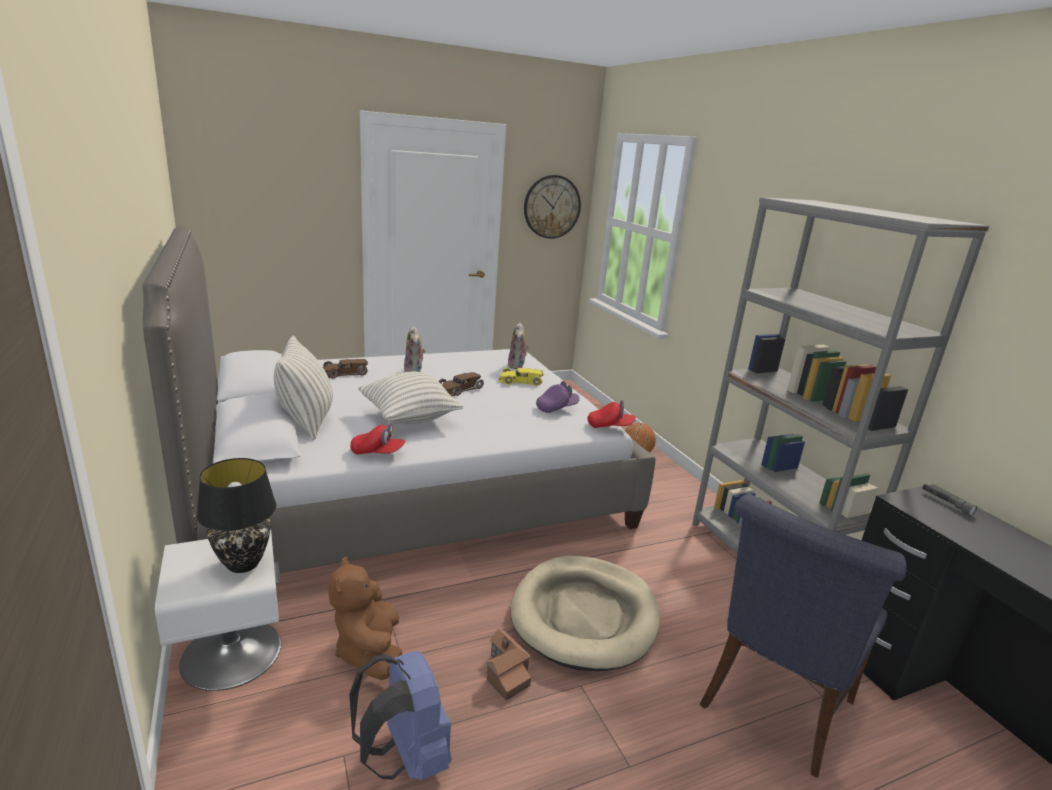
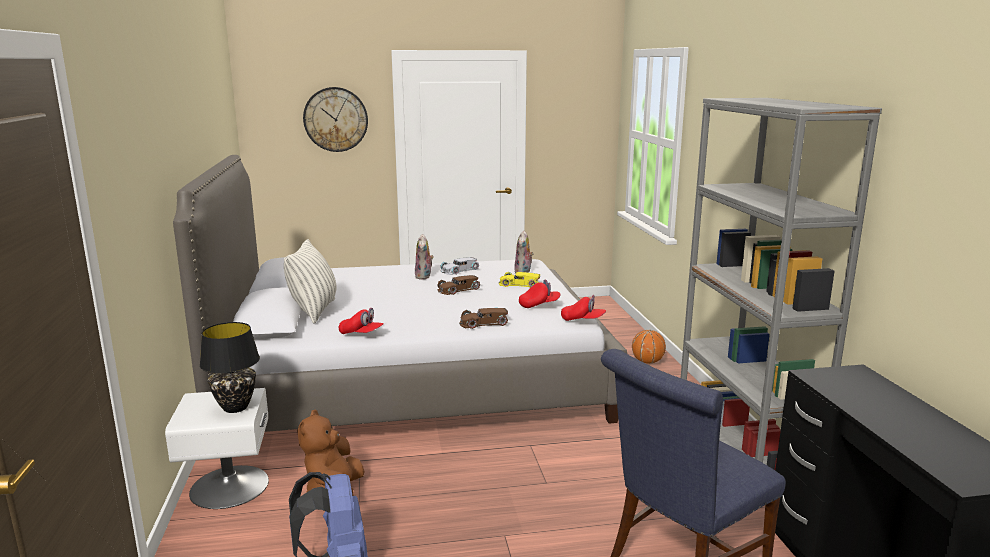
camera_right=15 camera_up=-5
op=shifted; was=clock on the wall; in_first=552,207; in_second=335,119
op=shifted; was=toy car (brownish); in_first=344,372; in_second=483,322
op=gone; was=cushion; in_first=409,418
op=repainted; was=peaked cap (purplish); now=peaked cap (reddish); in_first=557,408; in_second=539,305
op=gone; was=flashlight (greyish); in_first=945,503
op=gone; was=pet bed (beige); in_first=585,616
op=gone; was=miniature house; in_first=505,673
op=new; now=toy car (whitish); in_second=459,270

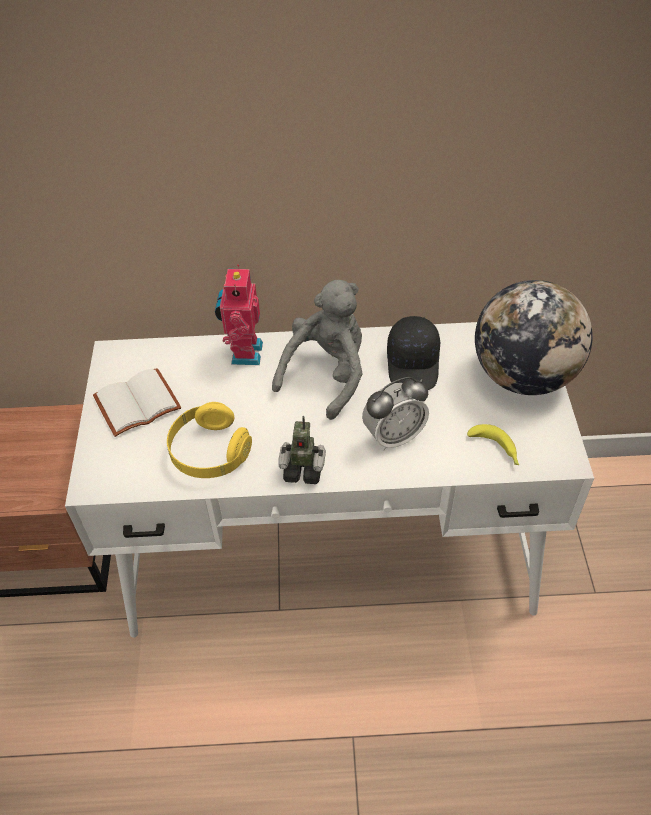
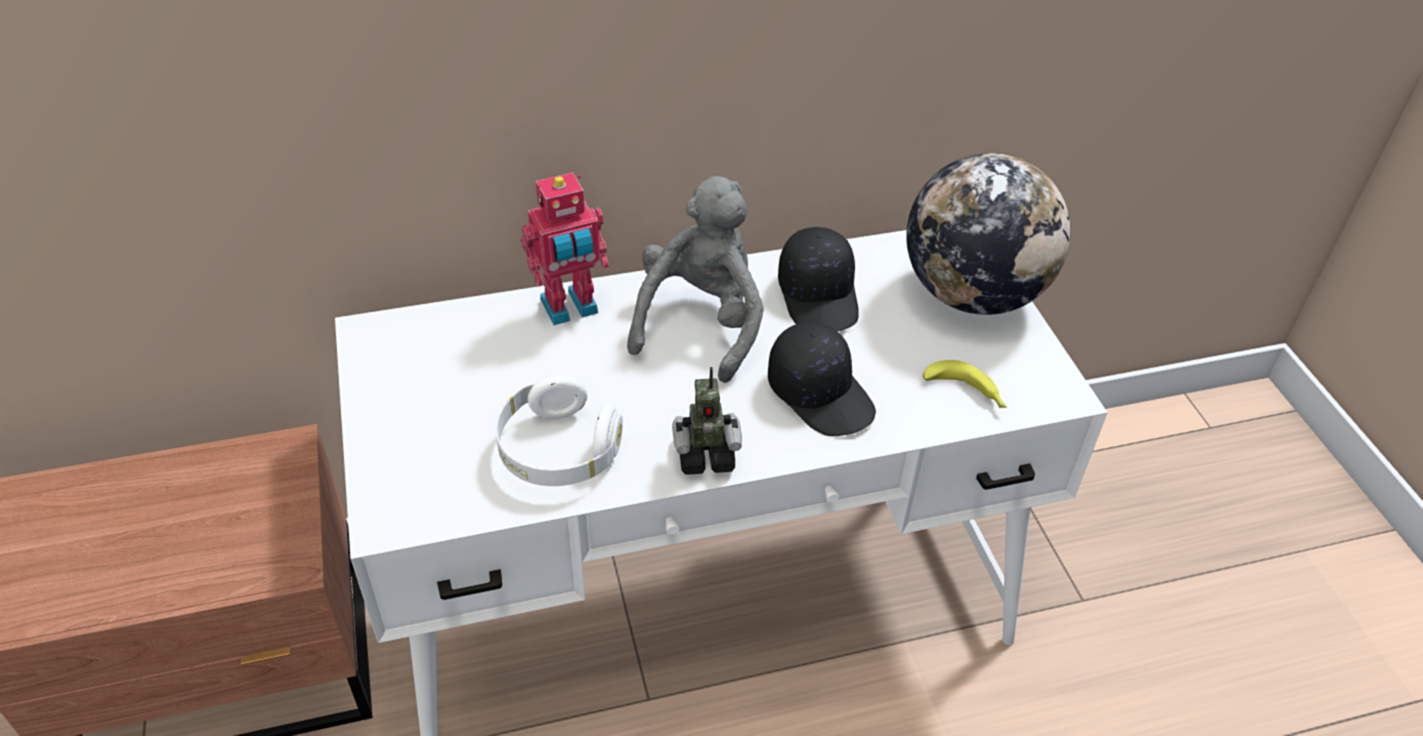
camera_right=-15 camera_up=-5
op=rotated; was=robot figure; in_first=244,353; in_second=570,308; clockwise=-105
op=gone; was=book (whitish); in_first=137,401
op=swapped; was=bedside clock; now=peaked cap (blackish); in_first=394,436; in_second=821,394
op=repainted; was=pair of headphones (yellow); now=pair of headphones (whitish); in_first=209,452; in_second=558,451

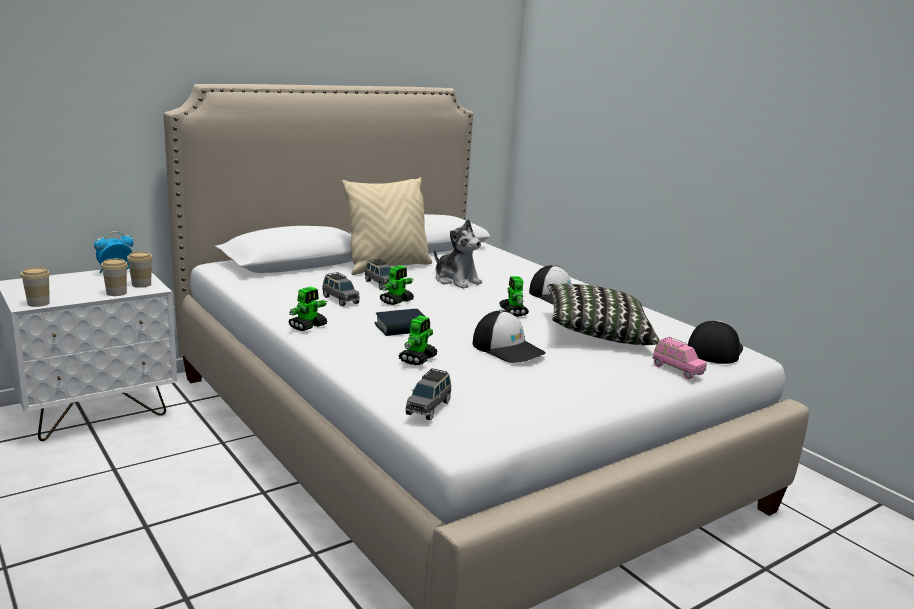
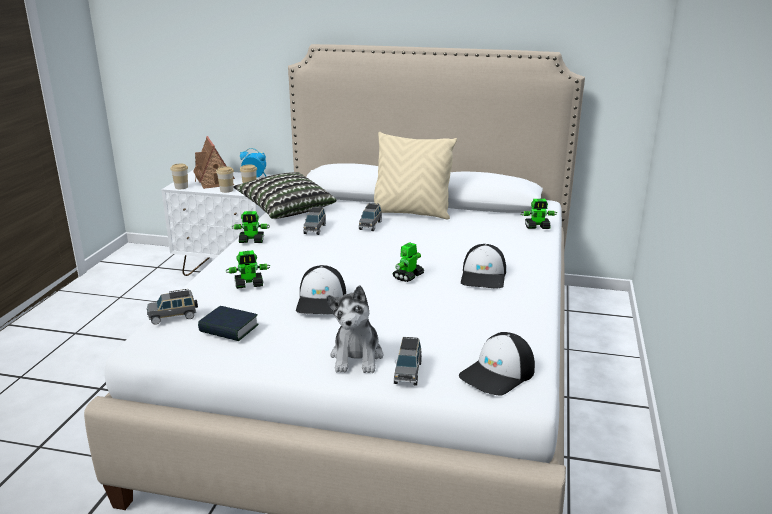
camera_right=50 camera_up=5
op=shifted; was=plush toy; in_first=456,280; in_second=357,357
op=shifted; was=robot figure; in_first=397,301; in_second=537,227
op=shifted; was=cushion; in_first=596,333; in_second=286,209
op=shifted; was=book; in_first=402,328; in_second=229,329
op=rotated; was=peaked cap; in_first=714,350; in_second=498,374; clockwise=150
op=repainted; was=toy car (pink); now=toy car (greyish); in_first=677,370; in_second=408,372
op=new; now=miniature house; in_second=214,180

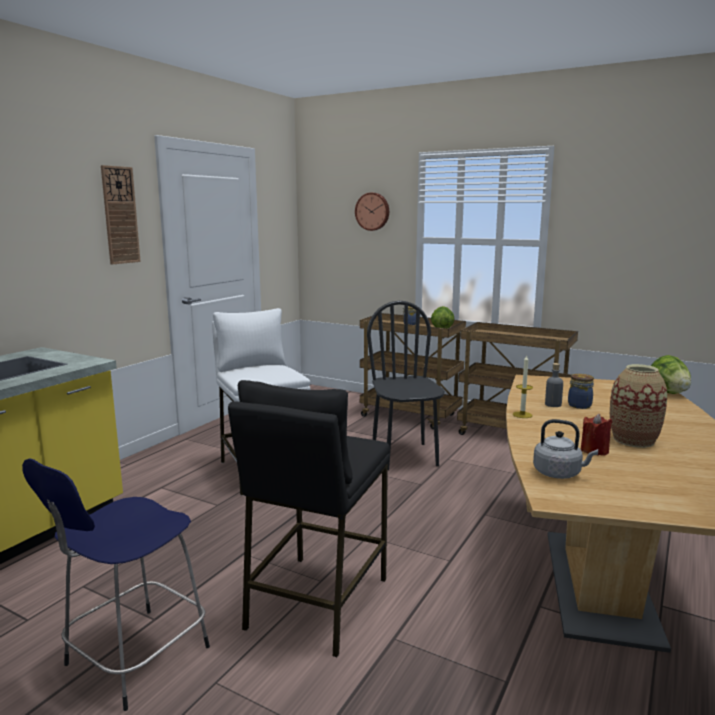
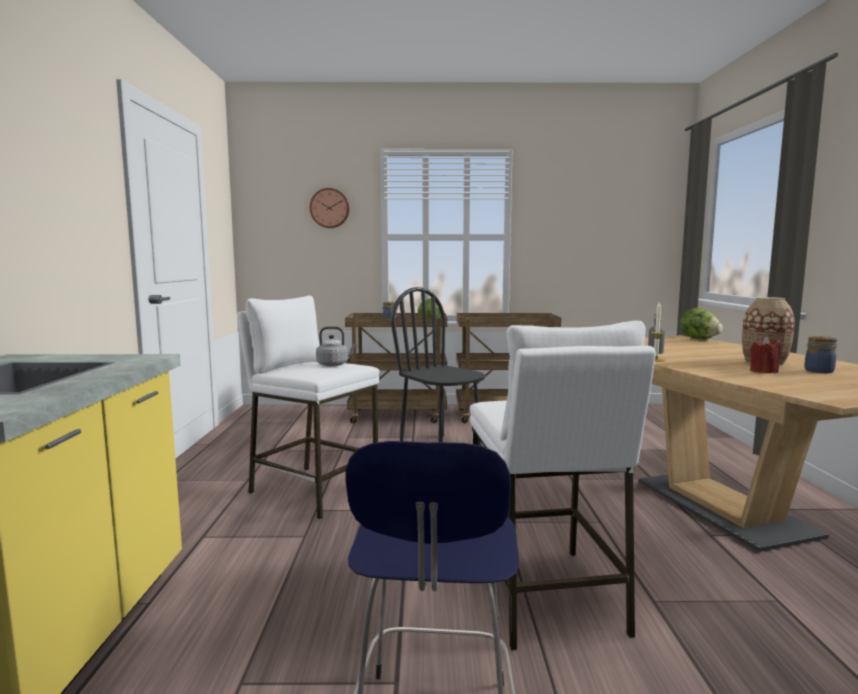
camera_right=-30 camera_up=-5
op=gone; was=clock on the wall; in_first=120,215
op=shifted; was=storage jar; in_first=579,405; in_second=817,371
op=repainted; was=stool (blackish); now=stool (whitish); in_first=316,602; in_second=544,595
op=shifted; was=water kettle (greyish); in_first=559,473; in_second=334,365

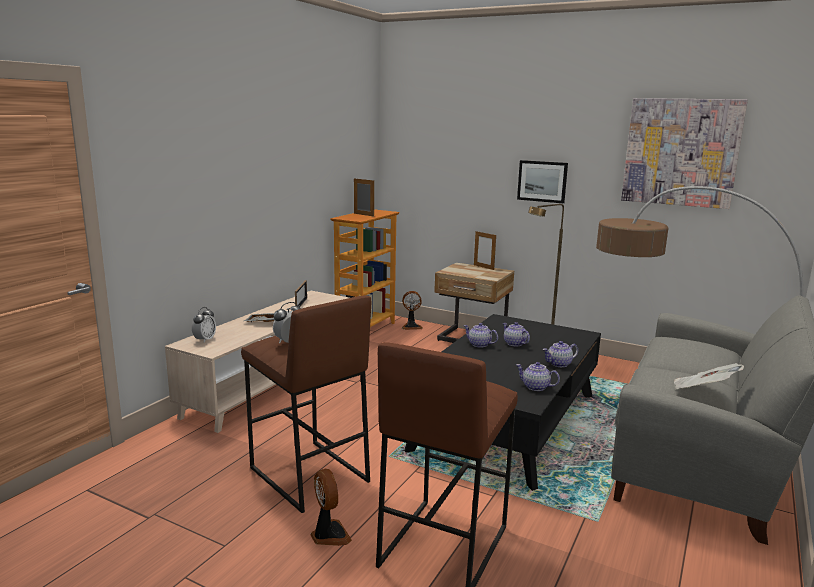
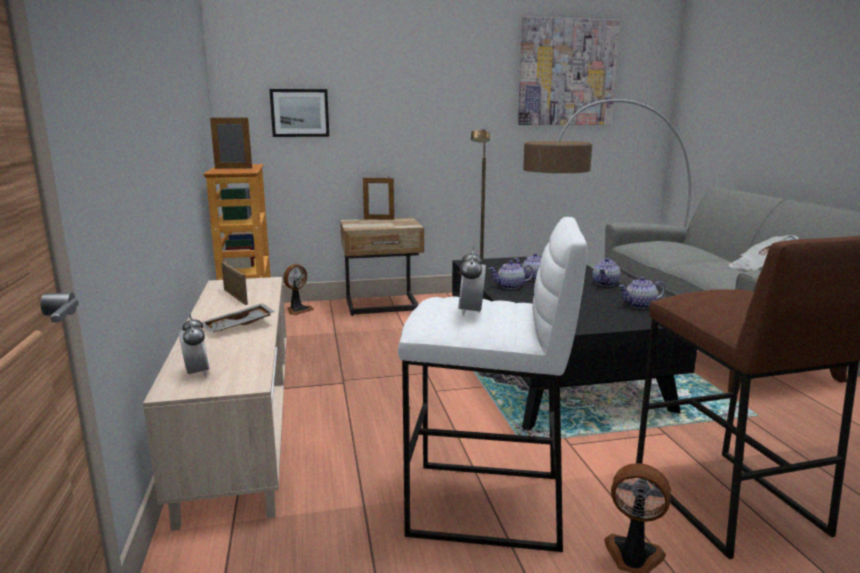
camera_right=-40 camera_up=0
op=shifted; was=wall picture; in_first=542,181; in_second=300,113
op=repainted; was=stool (brownish); now=stool (whitish); in_first=308,475; in_second=485,505

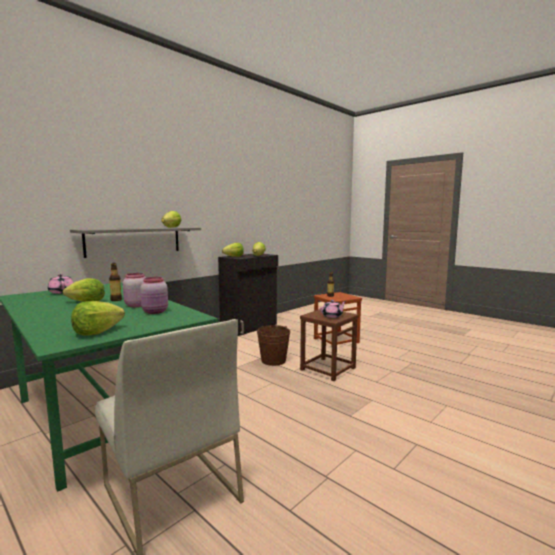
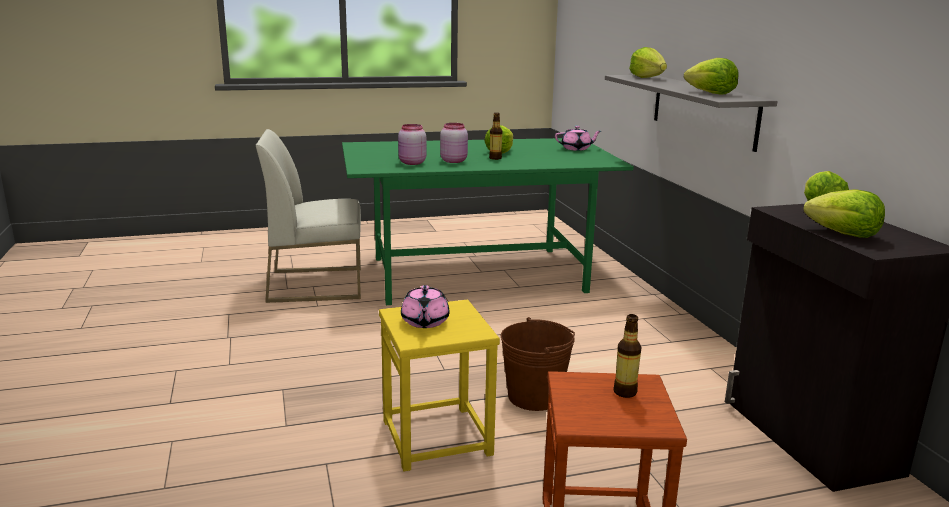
camera_right=120 camera_up=10
op=shifted; was=head of lettuce; in_first=97,332; in_second=647,78
op=repainted; was=stool (brownish); now=stool (yellow); in_first=327,368; in_second=437,437

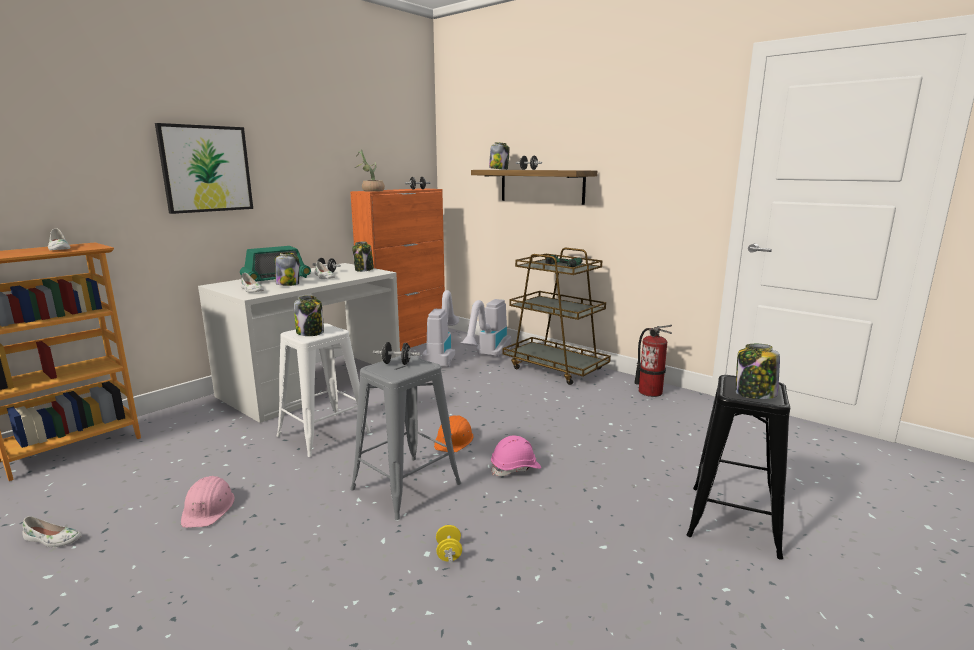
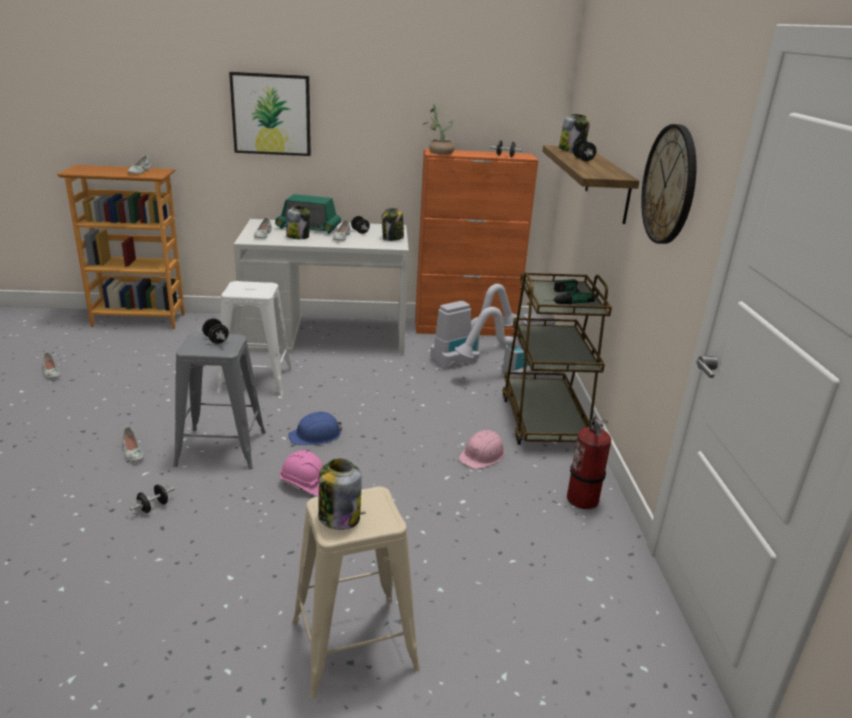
camera_right=45 camera_up=10
op=gone; was=storage jar; in_first=310,332
op=repainted; was=stool (blackish); now=stool (beige); in_first=733,520; in_second=354,645
op=repainted; was=safety helmet (orange); now=safety helmet (blue-coloured); in_first=454,440; in_second=316,435
op=shifted; was=safety helmet (pink); in_first=208,508; in_second=482,455
op=repainted; was=dumbbell (yellow); now=dumbbell (blackish); in_first=449,553; in_second=153,507
op=new; now=clock on the wall; in_second=669,185
op=new; now=item of footwear (whitish); in_second=132,452

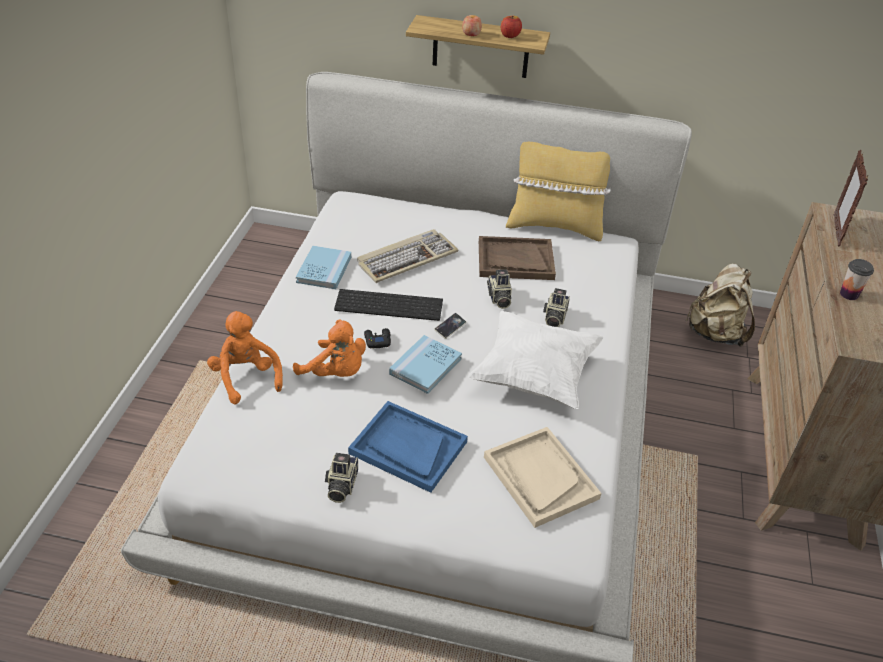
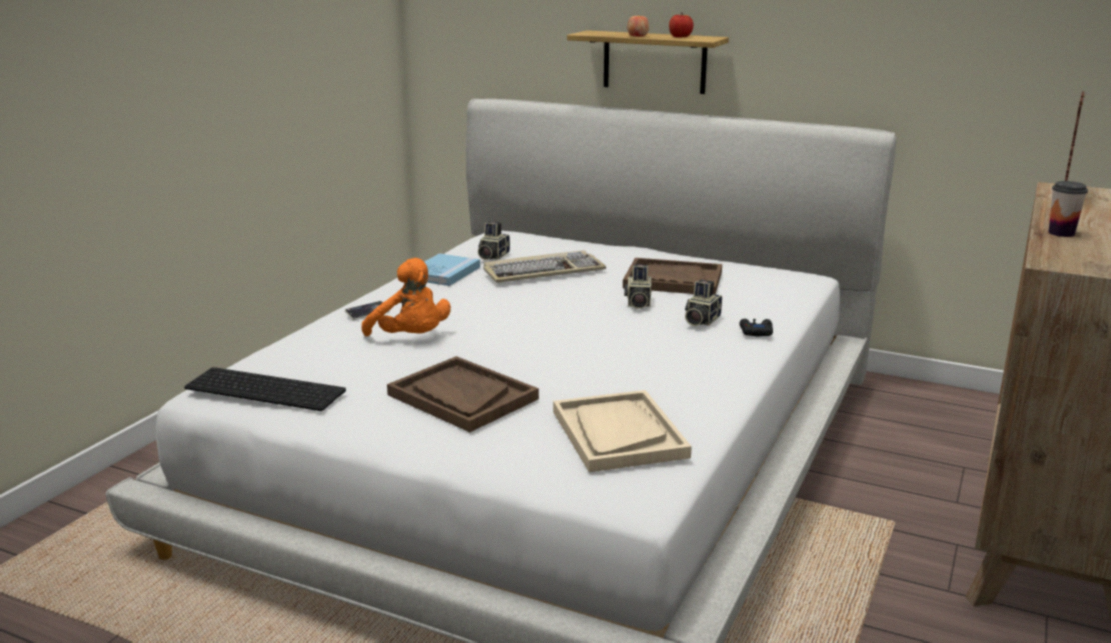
camera_right=15 camera_up=-20
op=gone; was=cushion (yellow); in_first=554,226
op=gone; was=rucksack (beige); in_first=715,333
op=shifted; was=computer keyboard; in_first=390,304; in_second=268,389
op=gone; was=plush toy (orange); in_first=246,377
op=gone; was=cushion (whitish); in_first=534,375
op=shifted; was=telephone; in_first=450,327; in_second=367,313
op=shifted; was=gamepad (blackish); in_first=377,340; in_second=755,332
op=gone; was=book (blue-coloured); in_first=425,366
op=repainted; was=carrying tray (blue-coloured); now=carrying tray (brownish); in_first=407,448; in_second=462,397
op=shifted; was=still camera; in_first=341,485; in_second=492,256

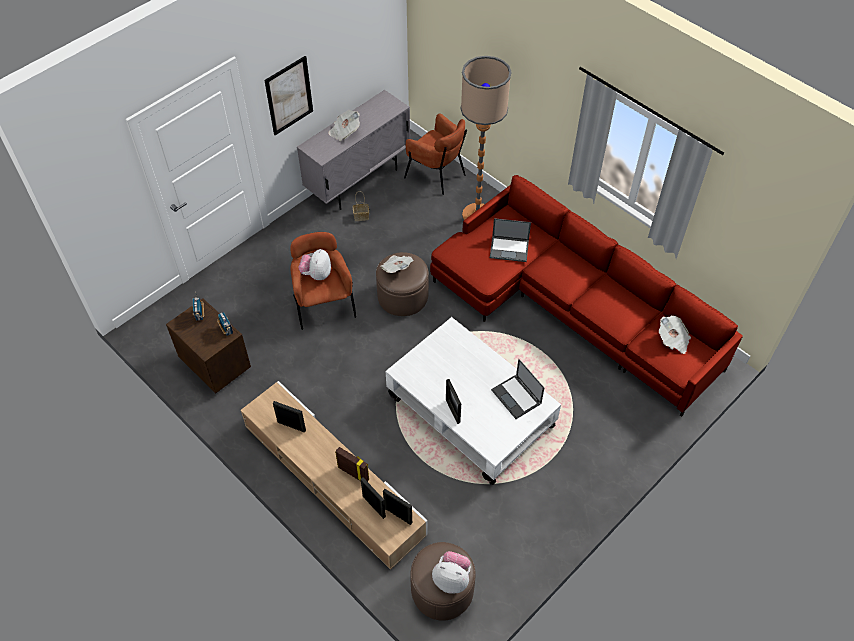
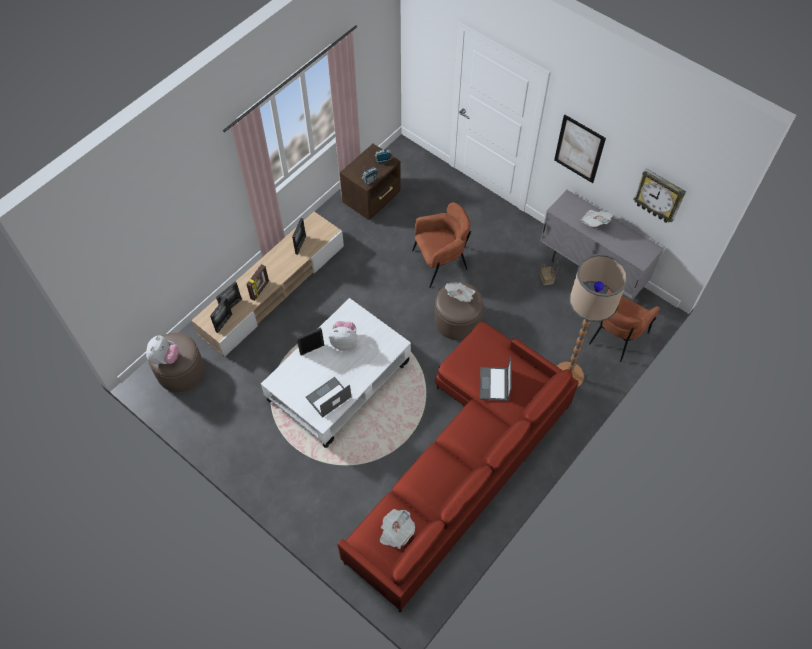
camera_right=85 camera_up=5
op=shifted; was=plush toy; in_first=316,274; in_second=344,341
op=new; now=clock on the wall; in_second=659,196

